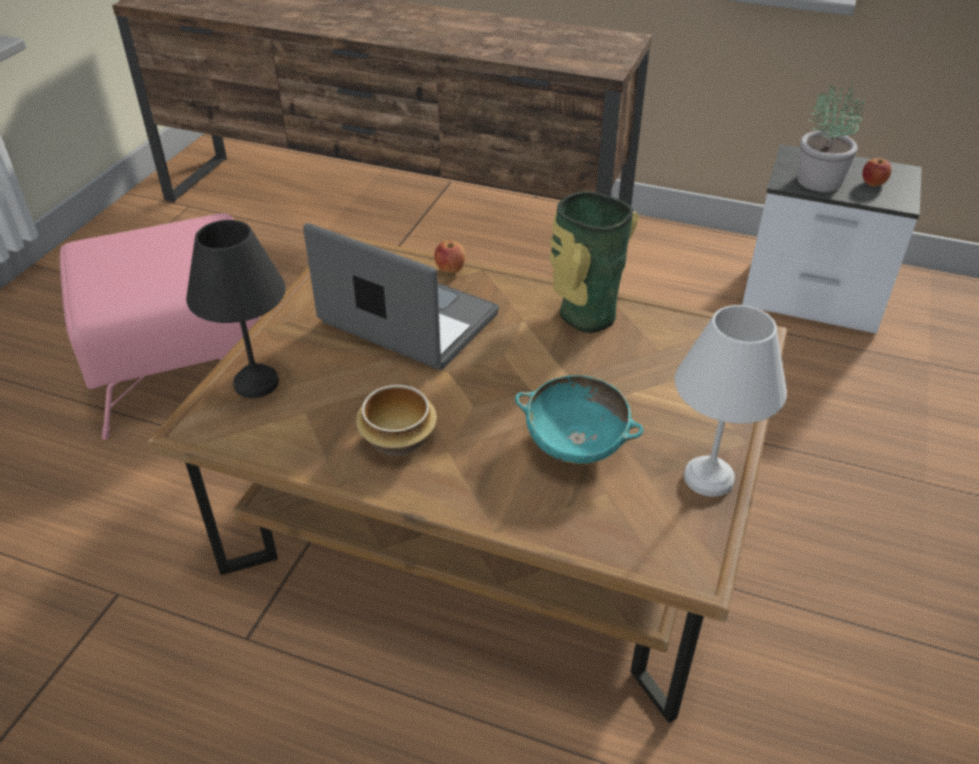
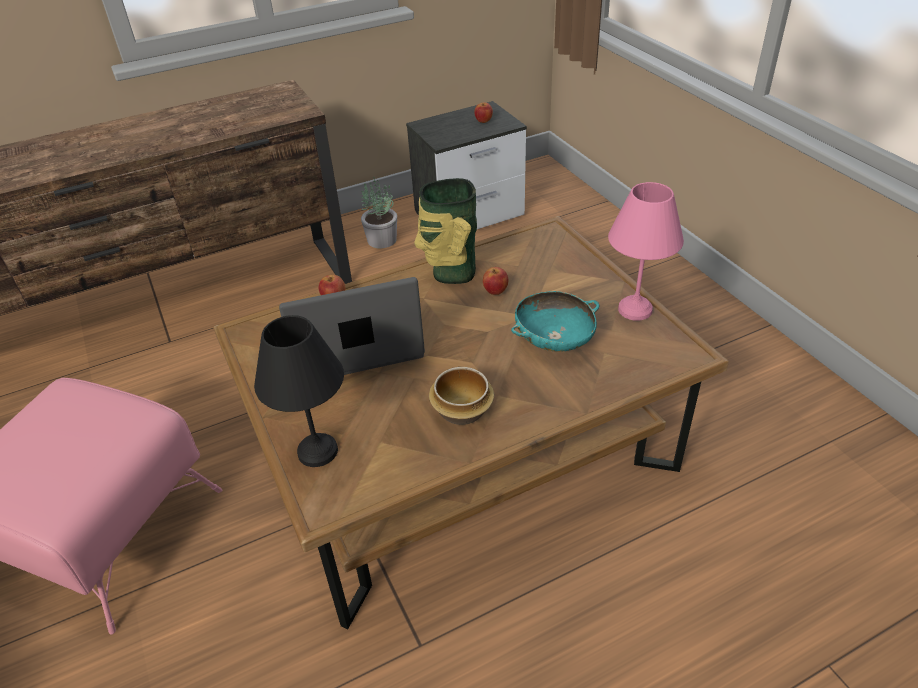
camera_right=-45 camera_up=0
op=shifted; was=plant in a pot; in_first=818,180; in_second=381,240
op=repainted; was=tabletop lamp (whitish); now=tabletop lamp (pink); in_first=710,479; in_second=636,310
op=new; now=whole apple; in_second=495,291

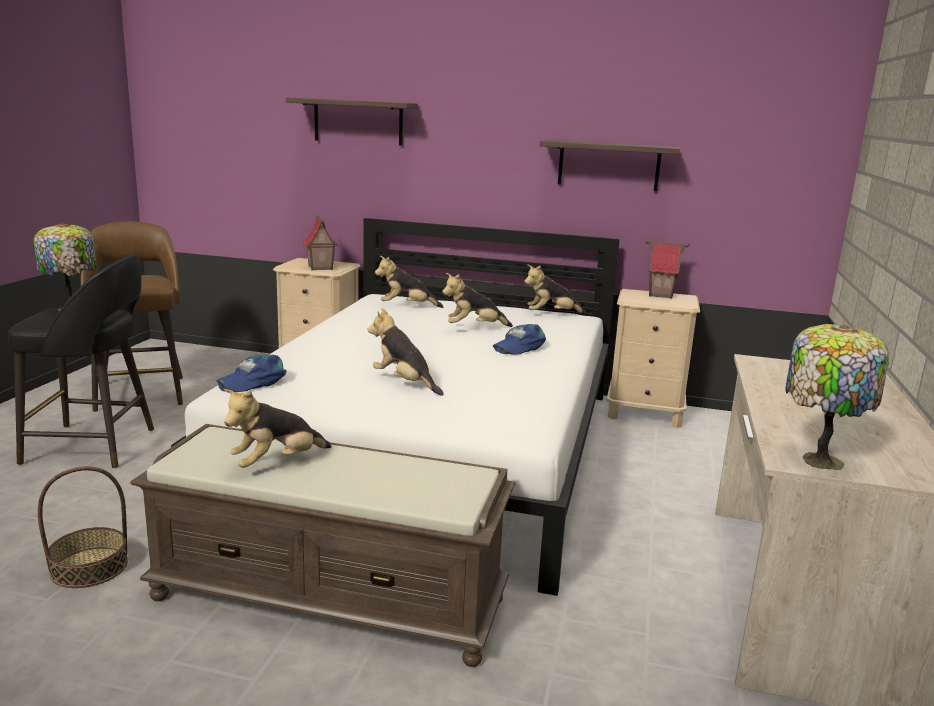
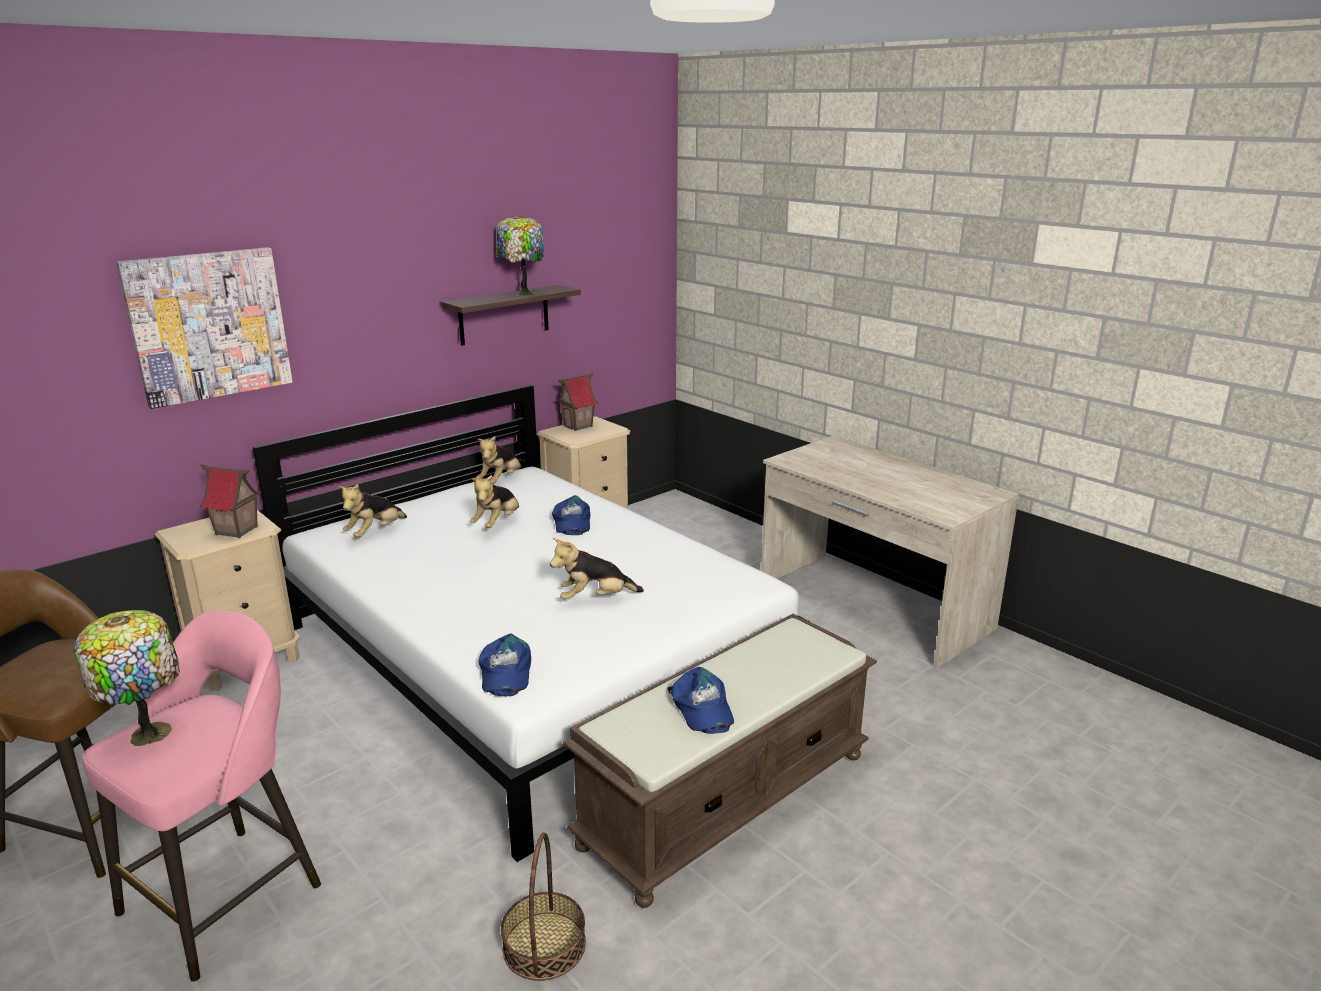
camera_right=-55 camera_up=5
op=swapped; was=bracket shelf; now=wall picture; in_first=358,121; in_second=209,325
op=repainted; was=stool (blackish); now=stool (pink); in_first=93,446; in_second=226,895
op=shifted; was=tabletop lamp; in_first=819,459; in_second=523,294
op=swapped; was=plush toy; now=peaked cap (blue-coloured); in_first=277,463; in_second=701,708

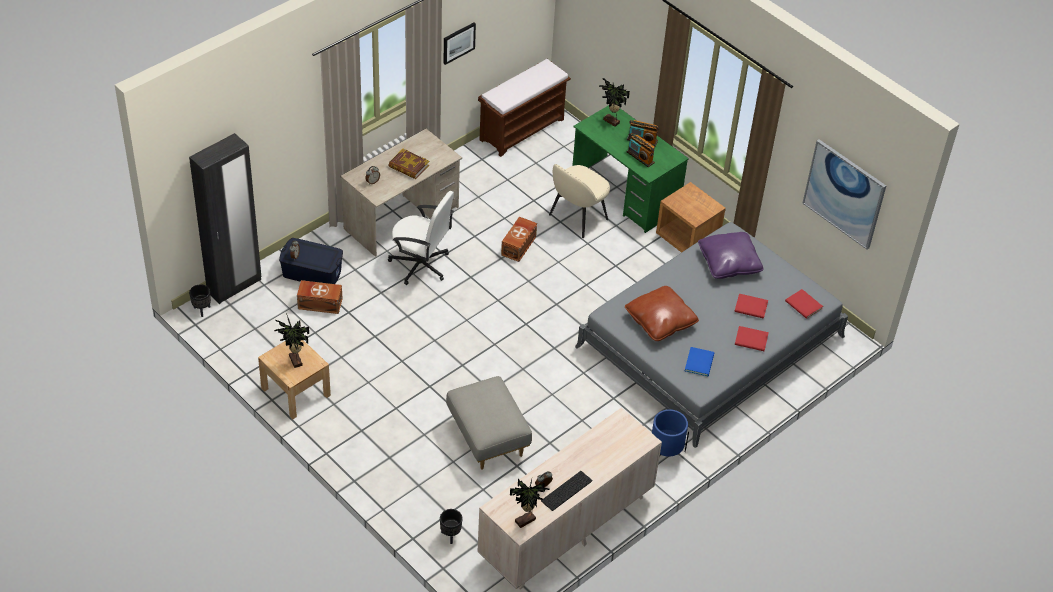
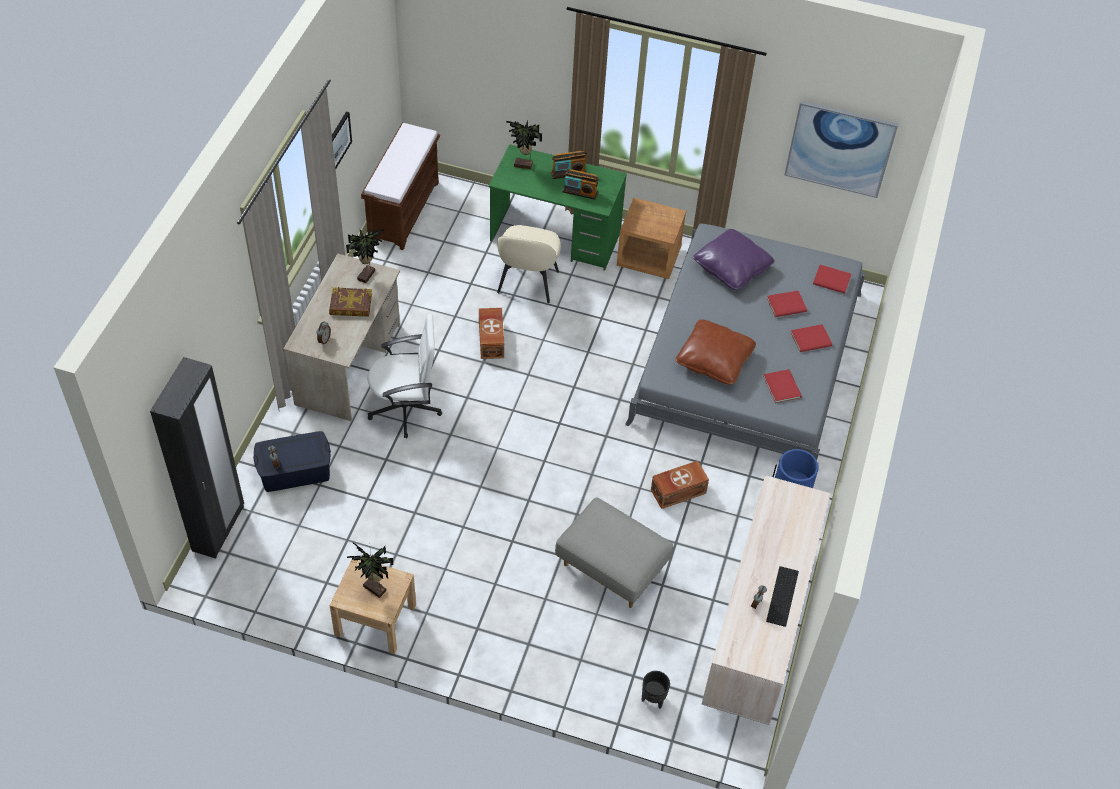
camera_right=-30 camera_up=5
op=shifted; was=storage bin (brownish); in_first=319,303; in_second=677,491
op=gone; was=flower pot (blackish); in_first=202,310
op=repainted; was=book (blue-coloured); now=book (reddish); in_first=700,362; in_second=782,386
op=shifted; was=plant in a pot; in_first=526,521; in_second=367,275

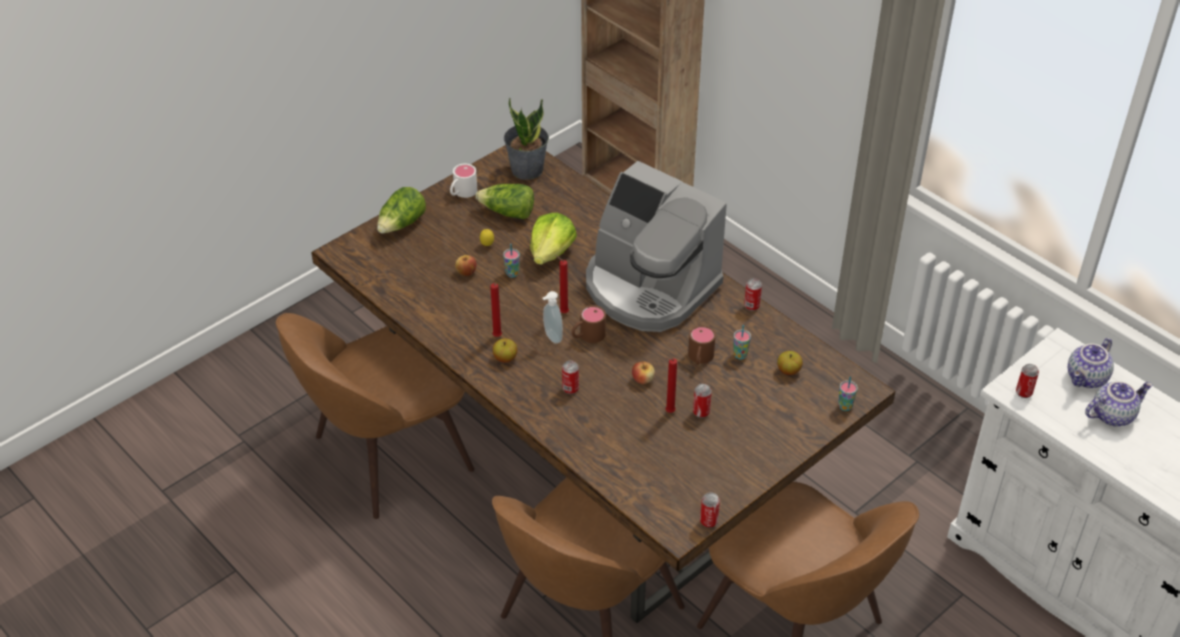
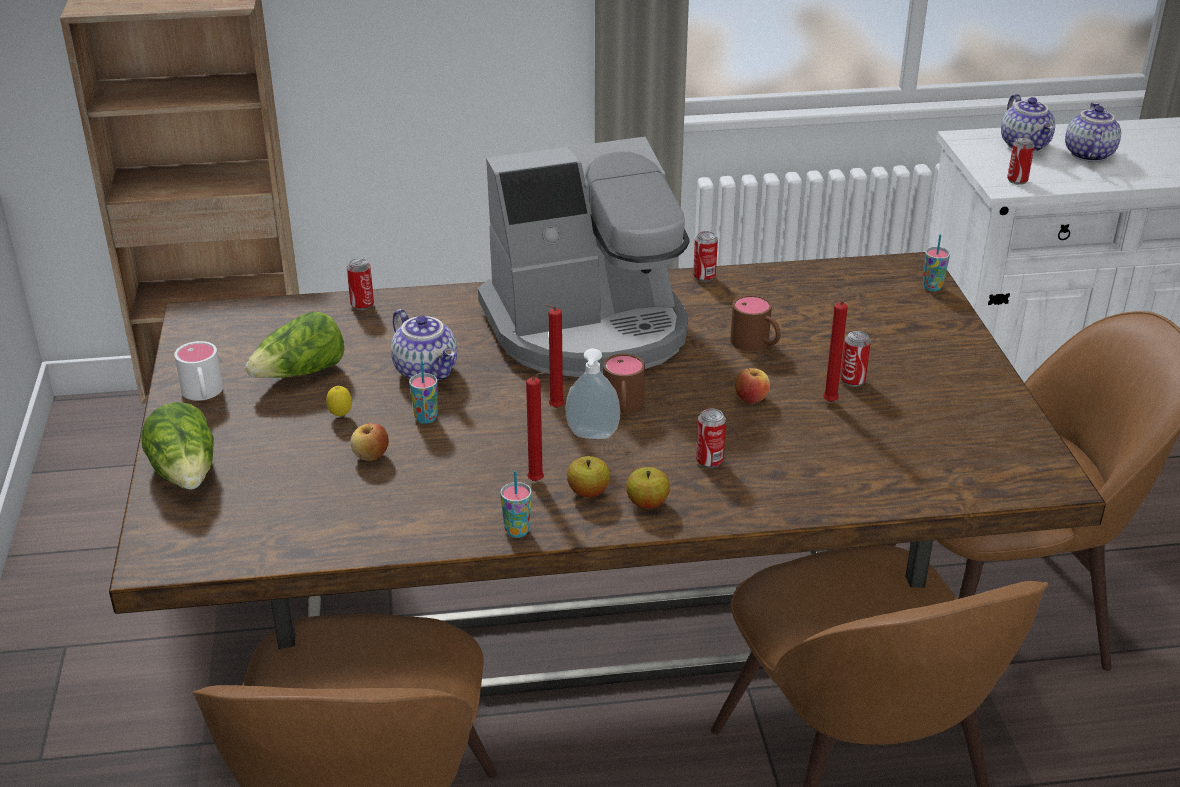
camera_right=-55 camera_up=-10
op=gone; was=plant in a pot; in_first=527,169
op=swapped; was=head of lettuce; now=pot for tea; in_first=551,252; in_second=427,371
op=shifted; was=small cup; in_first=740,355; in_second=517,531
op=shifted; was=whole apple; in_first=788,370; in_second=647,503
op=shifted; was=can; in_first=708,521; in_second=362,305

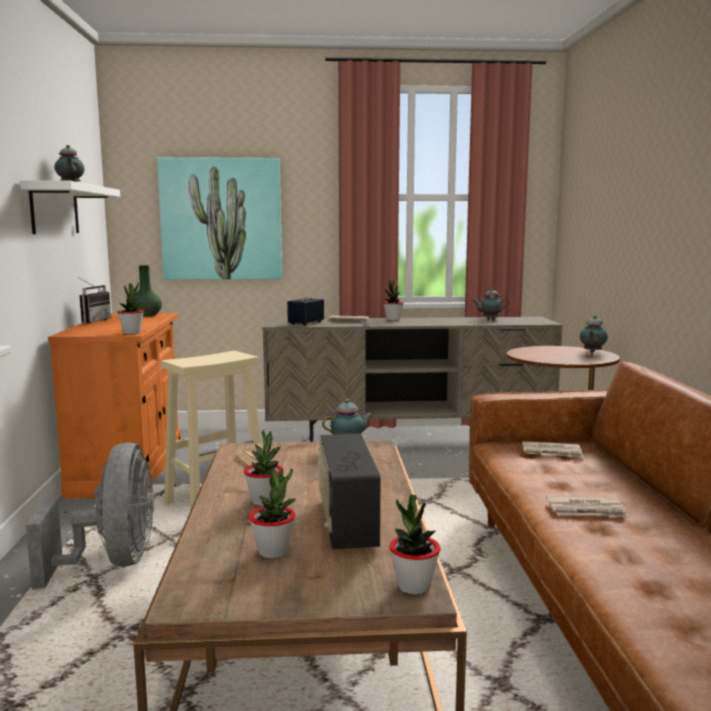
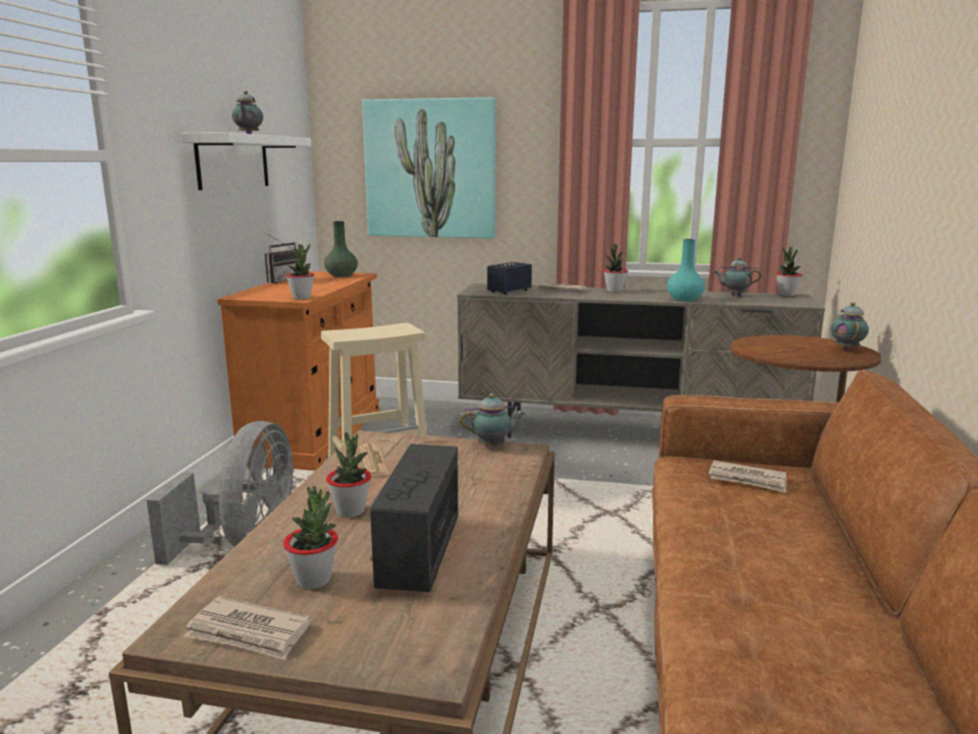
camera_right=15 camera_up=5
op=rotated; was=pot for tea; in_first=592,352; in_second=846,349; clockwise=150
op=shifted; was=plant in a pot; in_first=413,586; in_second=786,295
op=shifted; was=printed paper; in_first=586,510; in_second=249,632
op=new; now=flower vase (turquoise); in_second=684,299

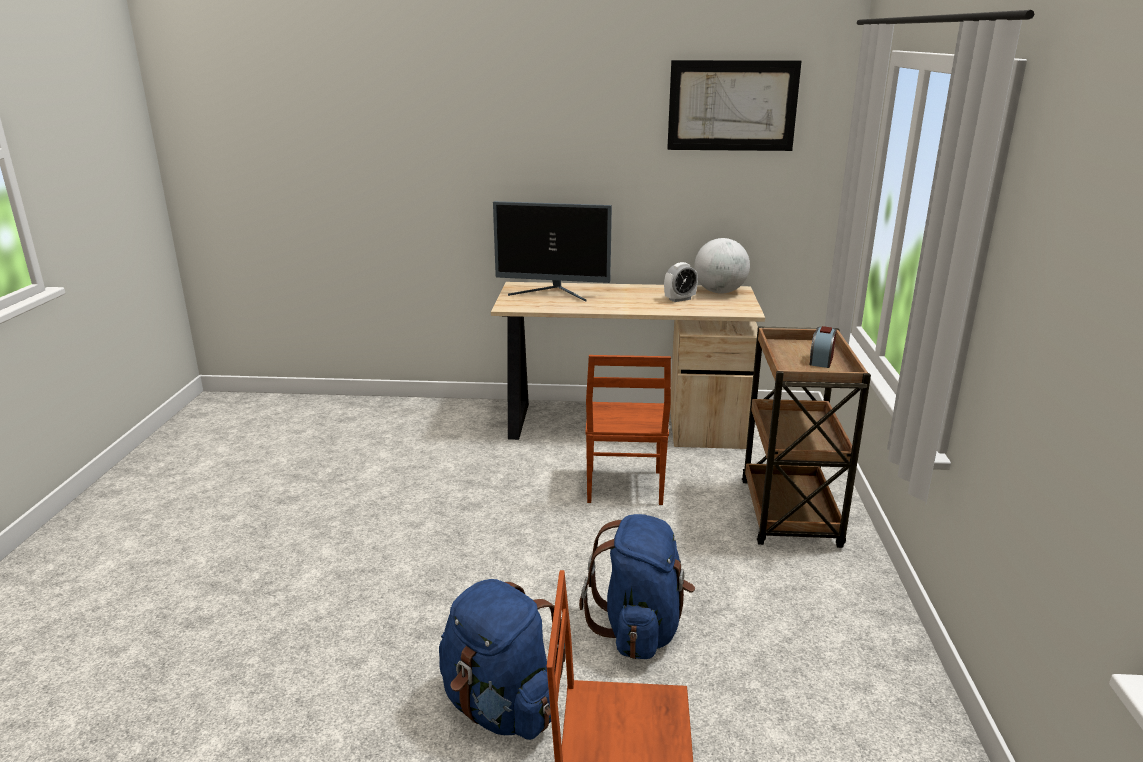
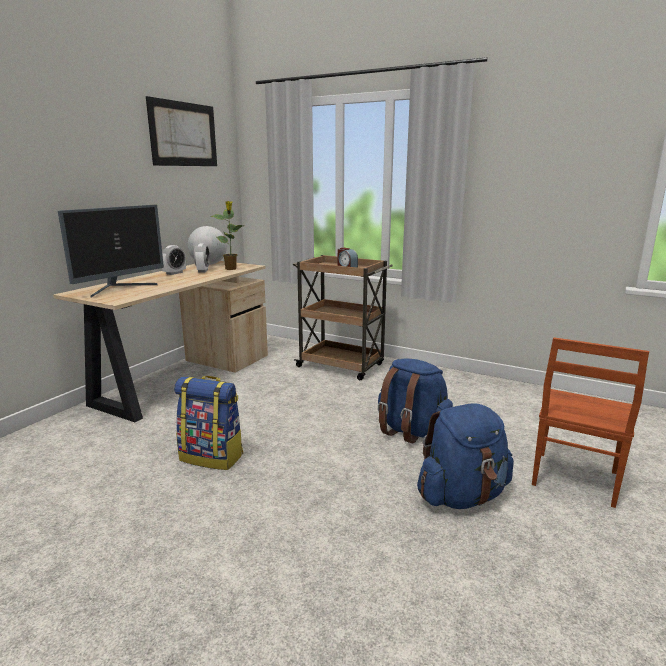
camera_right=-65 camera_up=-5
op=gone; was=chair (brownish); in_first=623,487
op=new; now=plant in a pot; in_second=231,269
op=new; now=bedside clock; in_second=174,273
op=new; now=rucksack; in_second=212,457

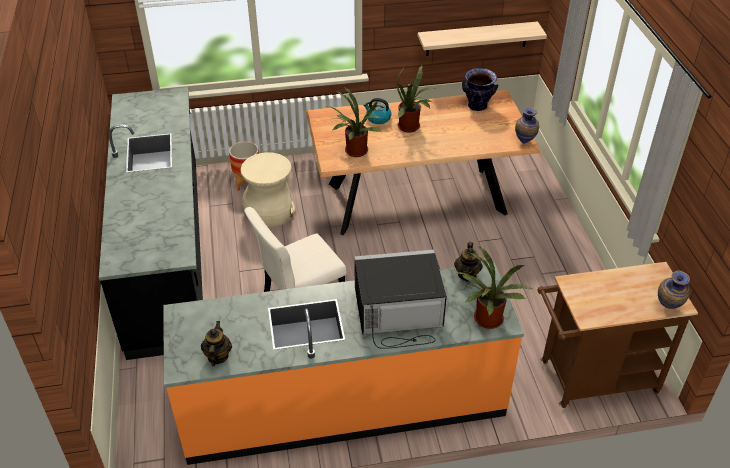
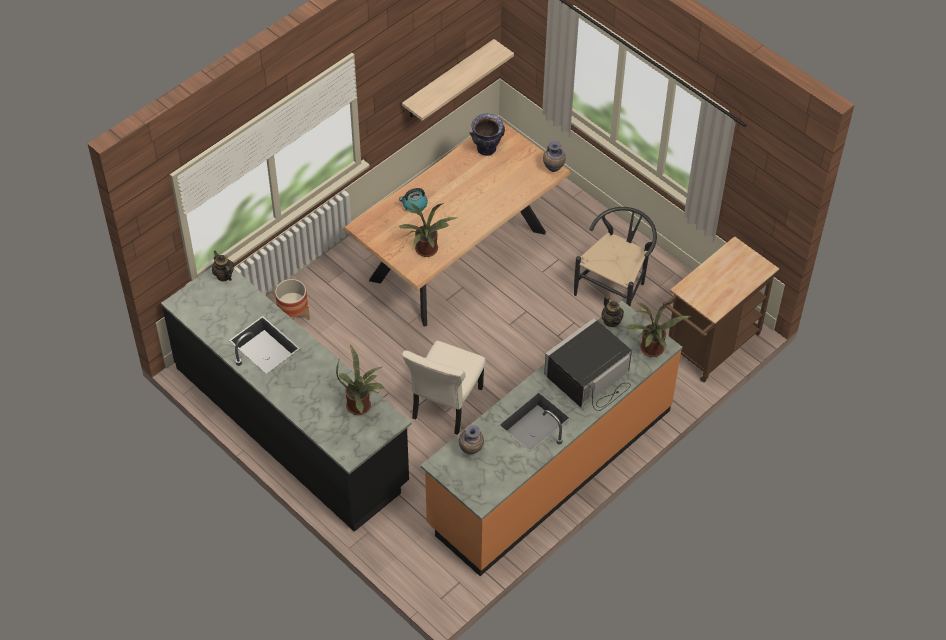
camera_right=-35 camera_up=10
op=shifted; was=plant in a pot; in_first=411,127; in_second=361,405
op=gone; was=stool (beige); in_first=269,212
op=shifted; was=flower vase; in_first=667,308; in_second=471,452
op=shifted; was=pot for tea; in_first=217,356; in_second=224,275
op=new; now=chair (blackish); in_second=615,288

